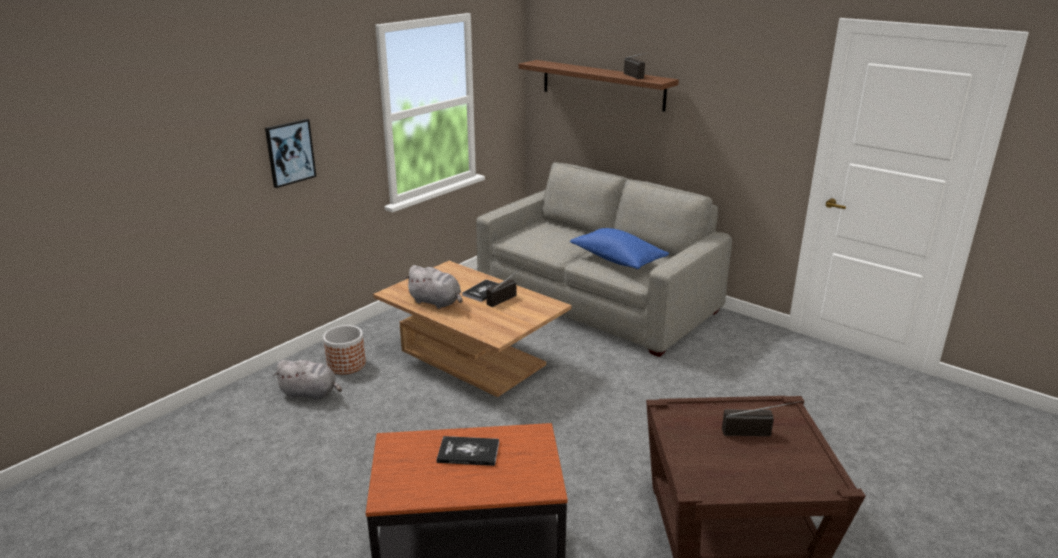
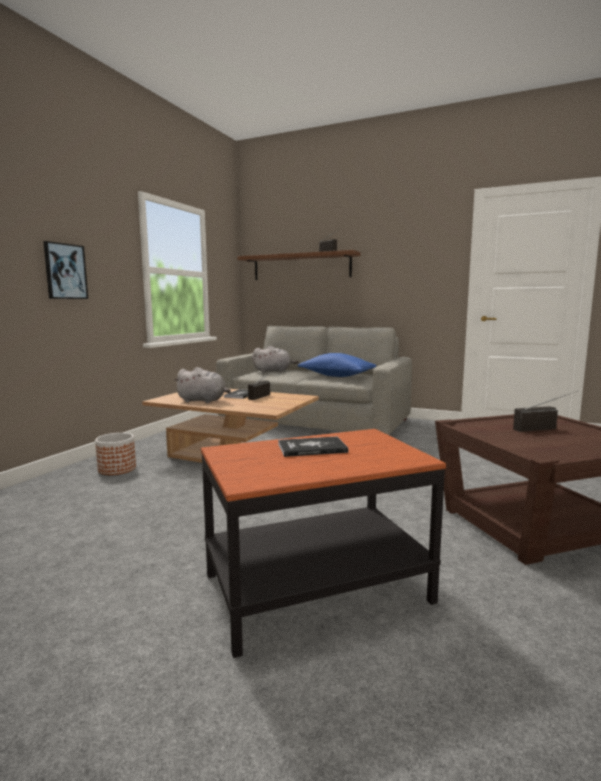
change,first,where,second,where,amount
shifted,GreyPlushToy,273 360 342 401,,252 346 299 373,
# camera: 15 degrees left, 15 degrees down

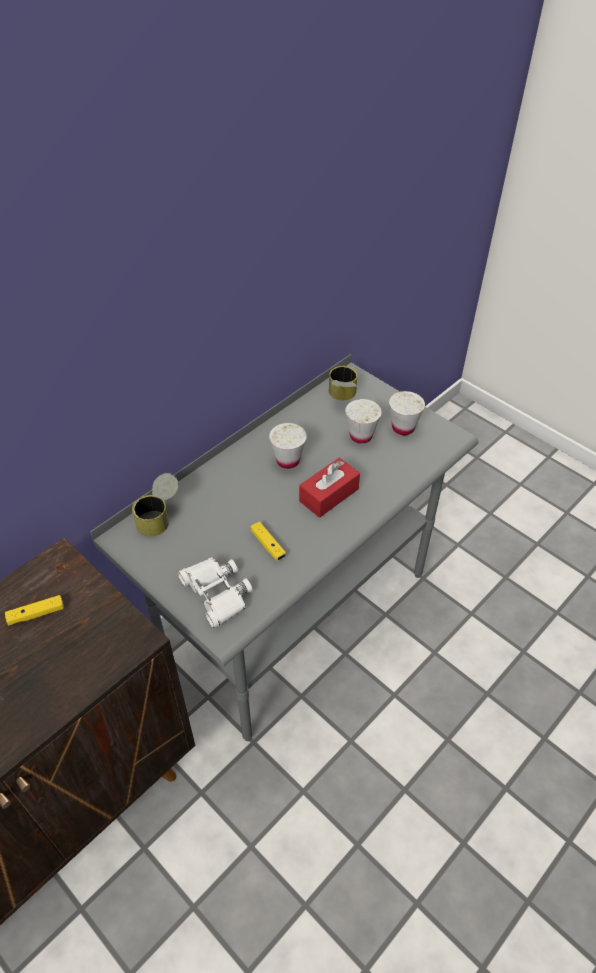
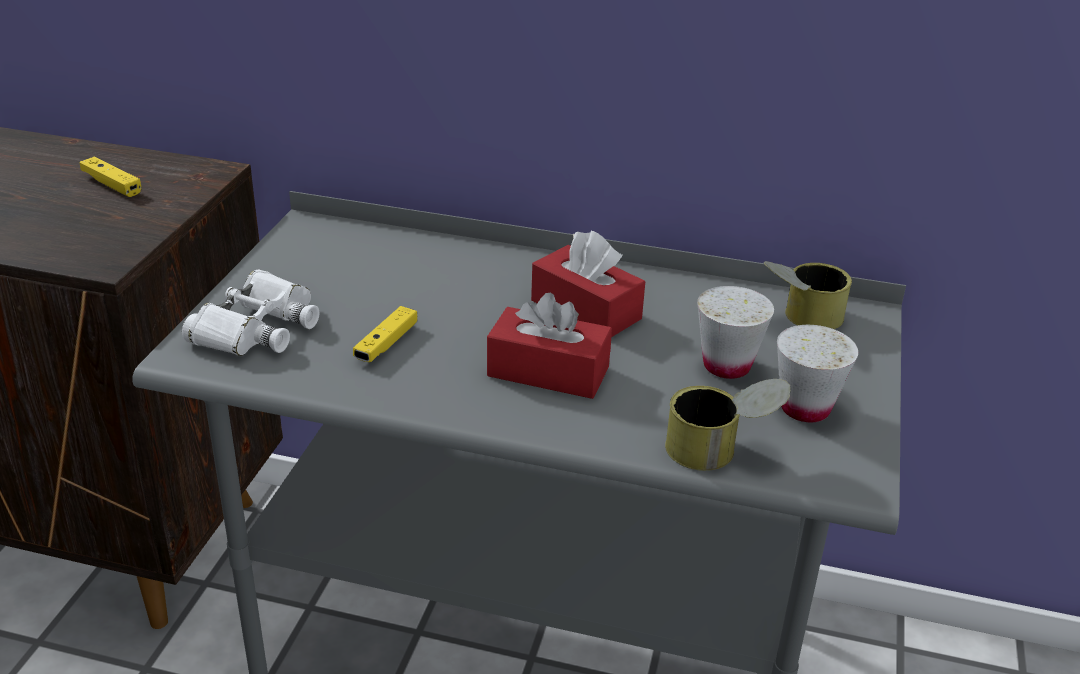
change,first,where,second,where,amount
shifted,Can,132 473 178 537,,665 379 790 471,
swapped,WhiteCup,269 423 307 469,RedTissueBox,531 231 645 337,
# camera: 60 degrees right, 15 degrees down

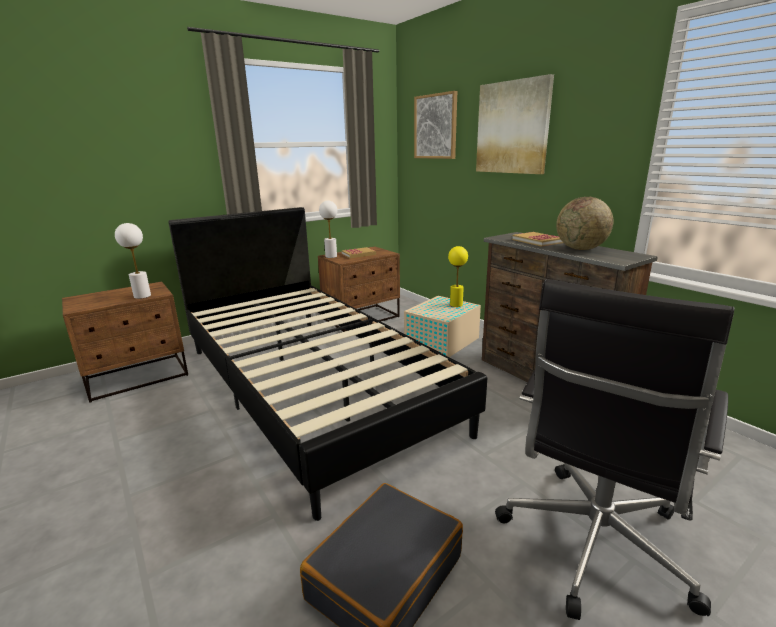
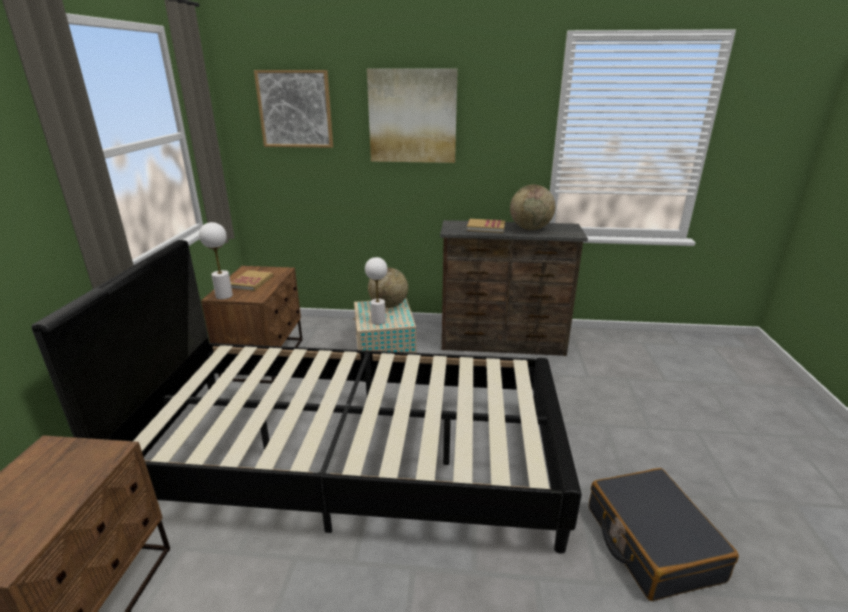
change,first,where,second,where,amount
shifted,WhiteTableLamp,115 223 151 299,,365 257 388 325,
swapped,YellowTableLamp,448 246 468 307,Globe,368 268 408 308,
gone,BlackOfficeChair,495 279 734 620,,,
# camera: 50 degrees left, 5 degrees up

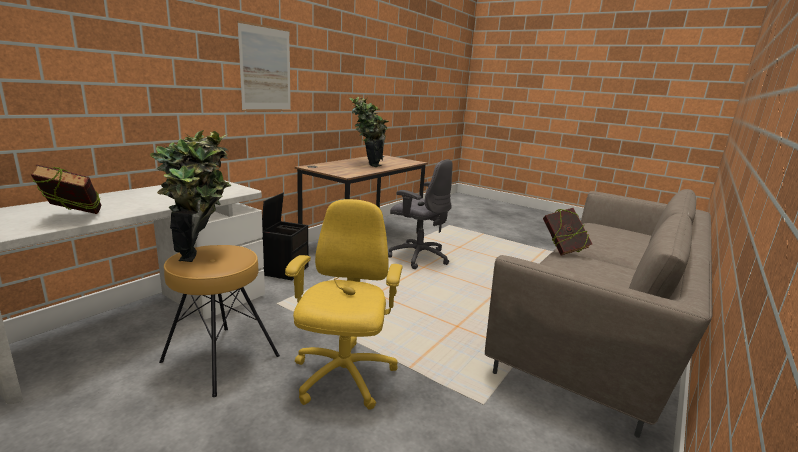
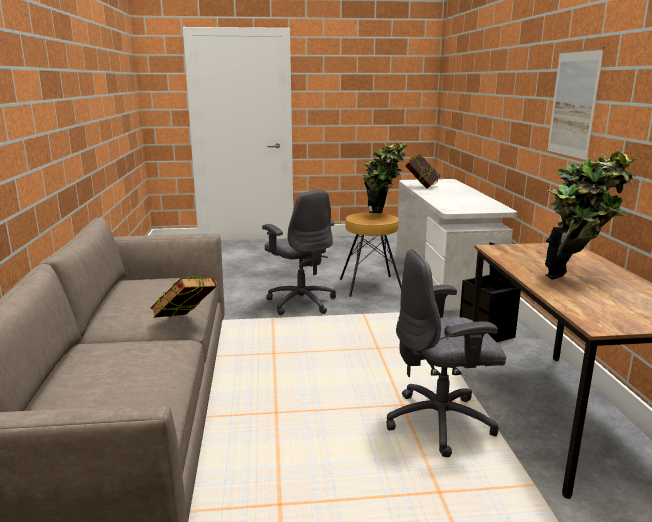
change,first,where,second,where,amount
repainted,YellowOfficeChair,285 199 403 410,GreyOfficeChair,262 190 336 315,
# camera: 140 degrees right, 0 degrees up

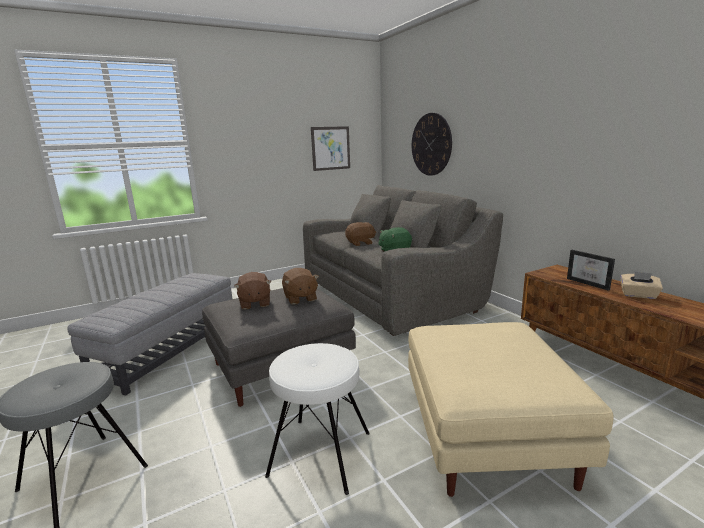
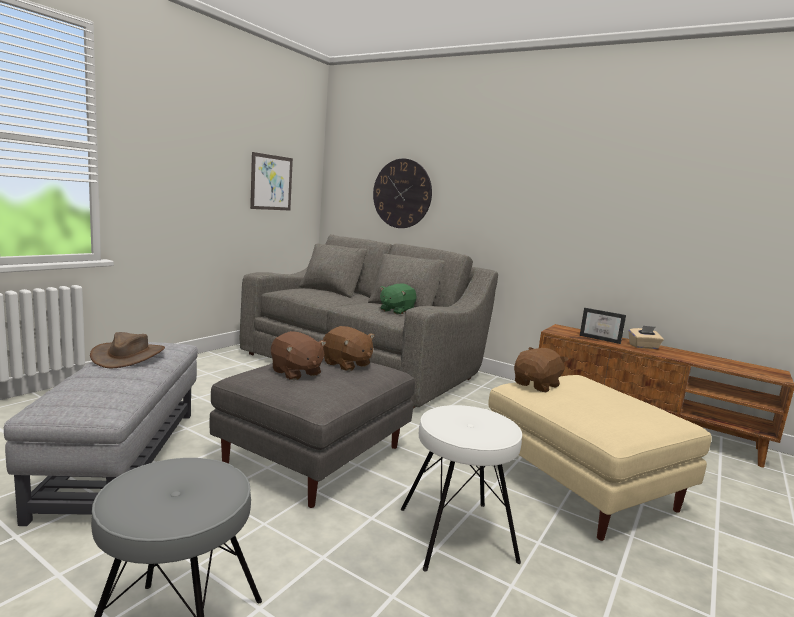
change,first,where,second,where,amount
shifted,BrownPlushToy,345 222 376 246,,514 347 568 392,
new,,,BrownHat,90 332 165 368,
# camera: 30 degrees left, 5 degrees down

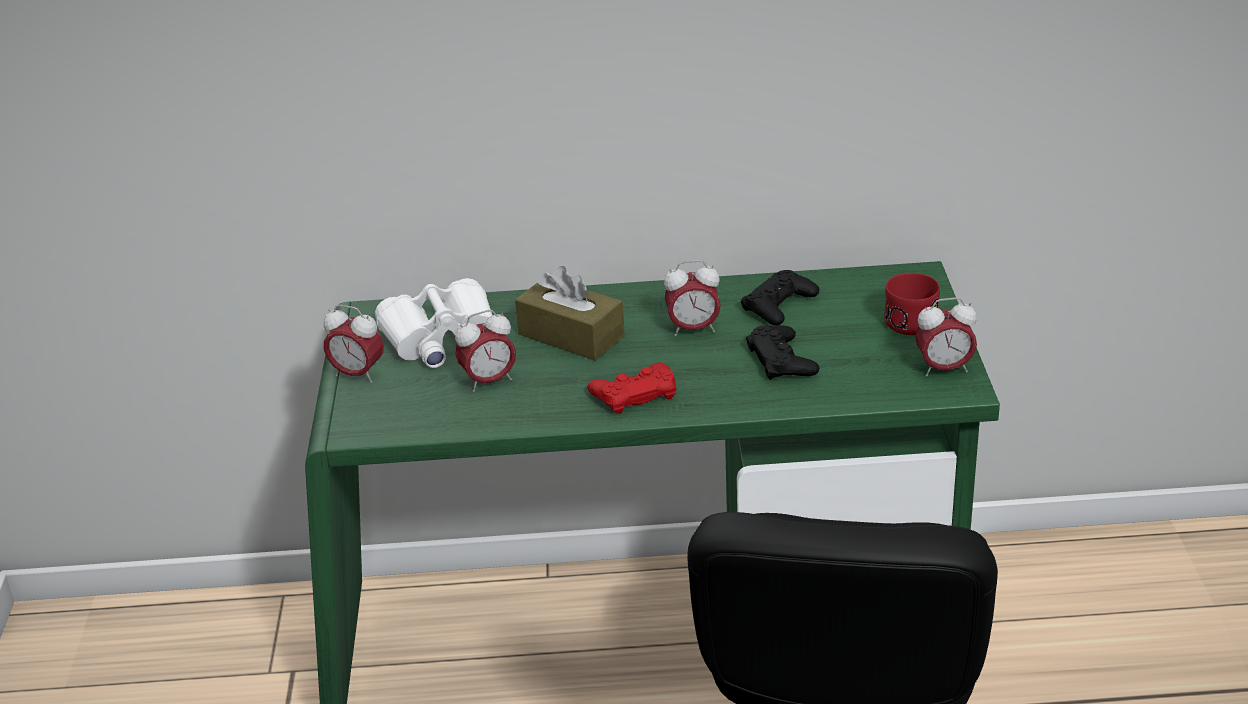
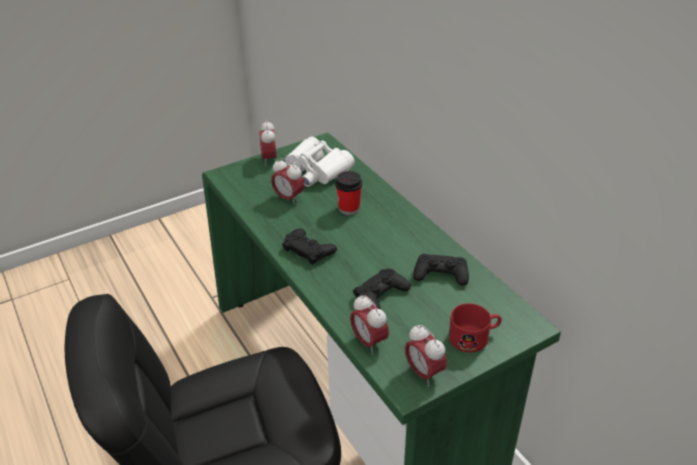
change,first,where,second,where,amount
swapped,BrownTissueBox,515 266 625 361,Cup,335 171 362 215,
repainted,RedGameController,587 362 677 414,BlackGameController,282 228 337 265,
shifted,AlarmClock,664 260 721 336,,350 294 389 354,
# camera: 60 degrees right, 5 degrees up

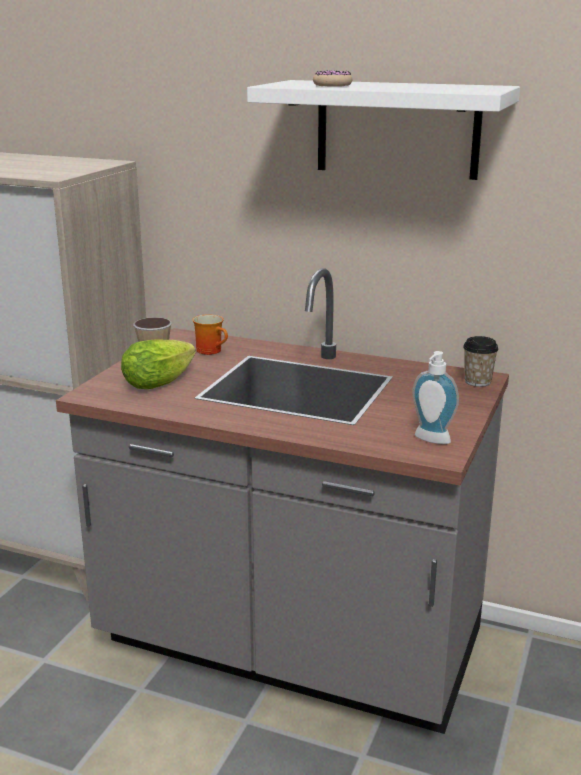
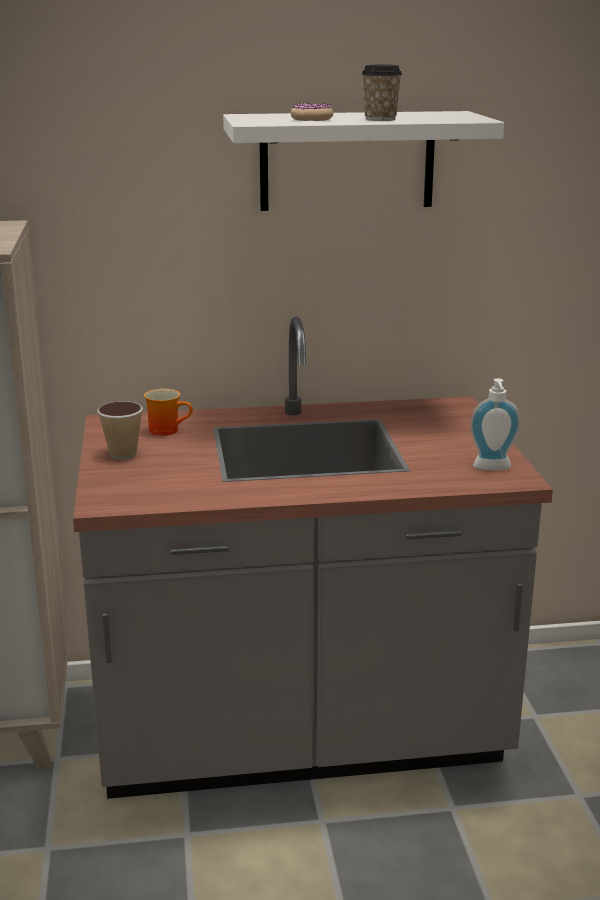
change,first,where,second,where,amount
gone,Lettuce,121 339 196 389,,,
shifted,Cup,463 336 498 387,,362 64 402 121,
# camera: 30 degrees left, 0 degrees up

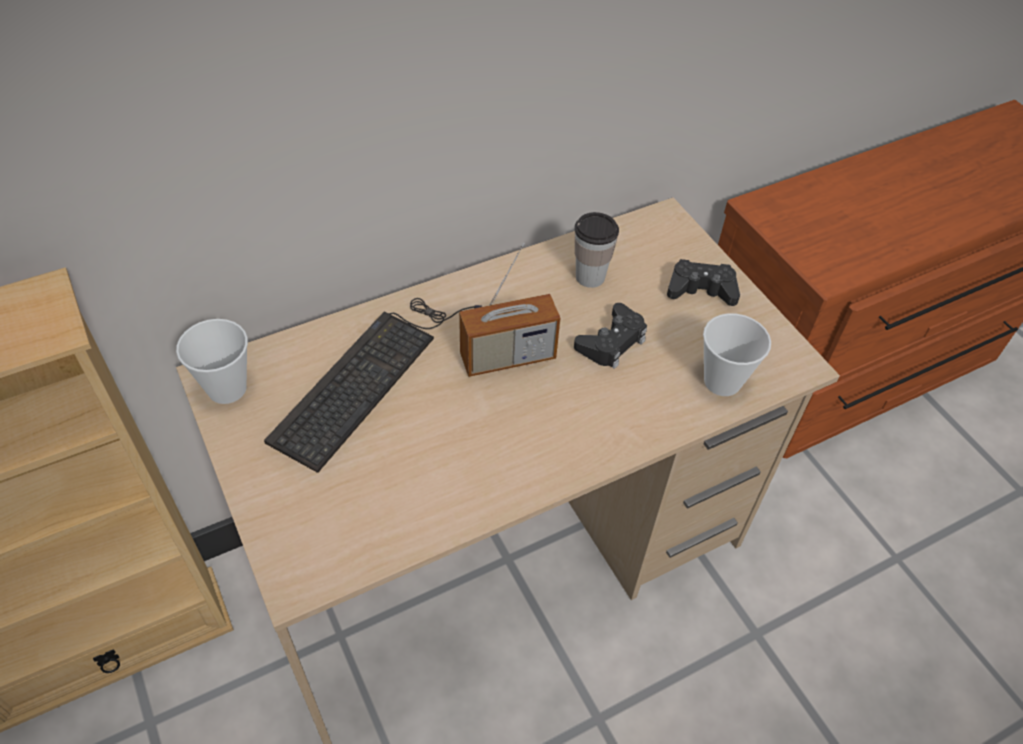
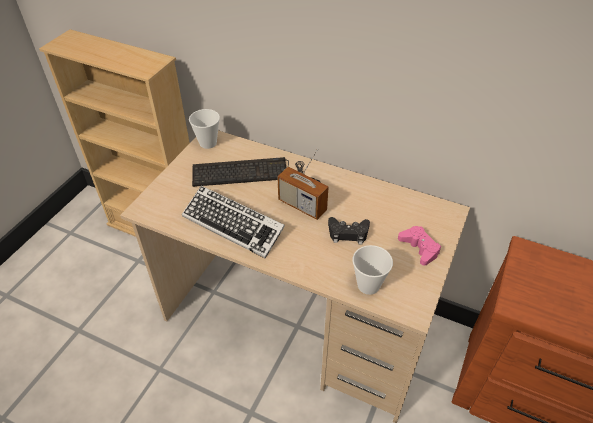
change,first,where,second,where,amount
gone,Cup,575 212 619 288,,,
repainted,BlackGameController,667 259 740 306,PinkGameController,398 226 441 266,
new,,,Keyboard,182 186 285 258,
# camera: 55 degrees right, 5 degrees down

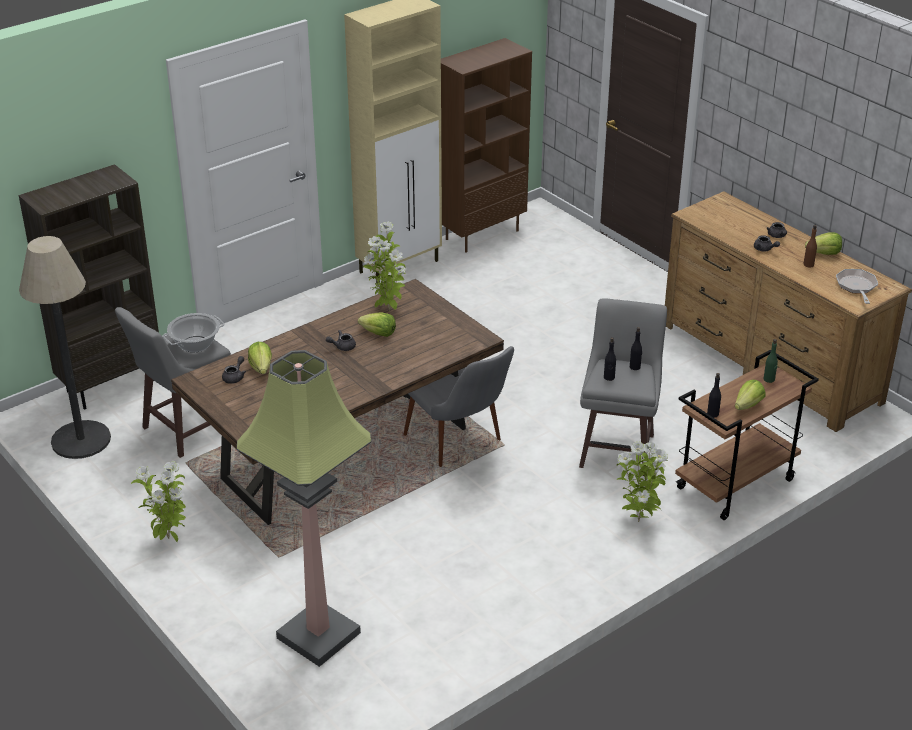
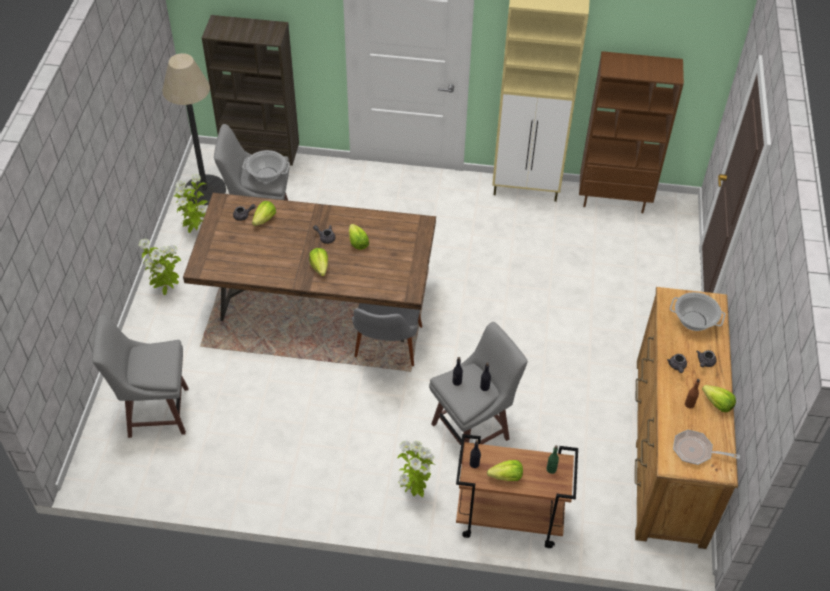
change,first,where,second,where,amount
swapped,FloorLamp,237 350 371 667,GreyStool,92 315 189 438,
shifted,PottedPlant,363 222 406 311,,174 174 208 233,
rotated,FryingPan,836 269 878 304,,673 430 740 465,120 degrees counterclockwise
new,,,Lettuce,309 248 328 276,
new,,,CookingPot,670 292 725 331,
# camera: 45 degrees right, 15 degrees up

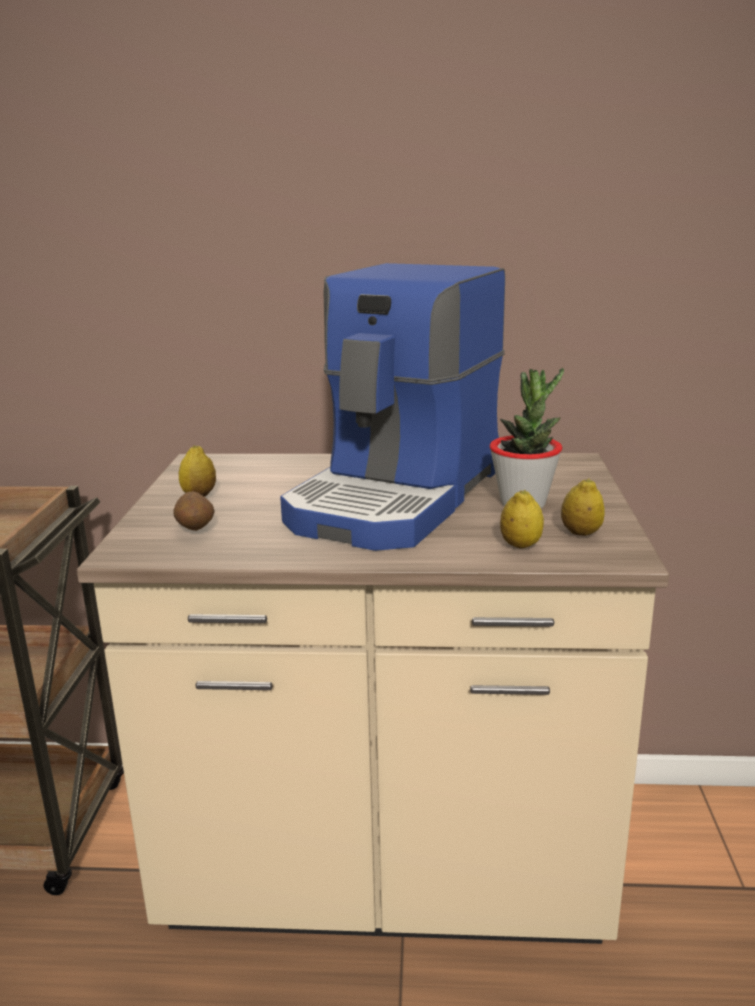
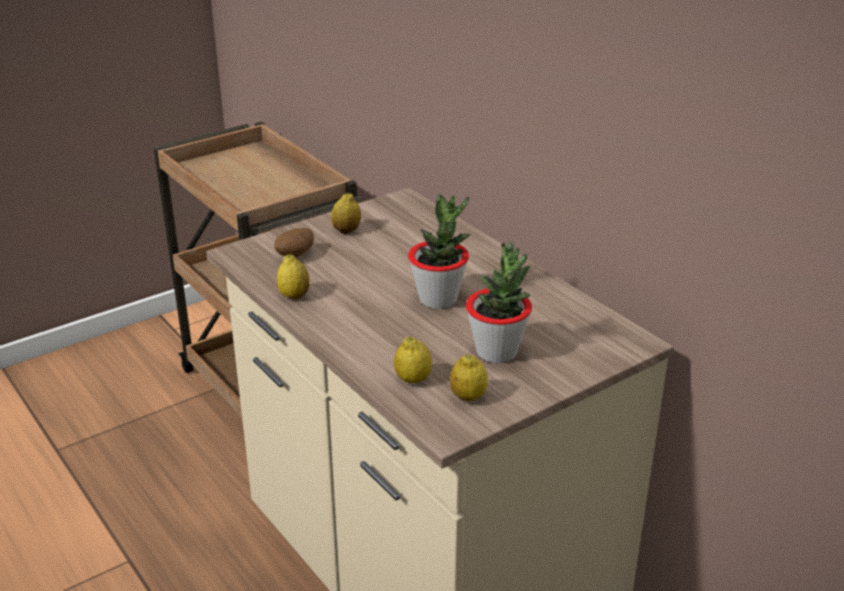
change,first,where,second,where,amount
swapped,CoffeeMachine,280 263 505 551,PottedPlant,408 194 470 309,
new,,,Lemon,277 255 309 299,
# camera: 50 degrees right, 10 degrees up

